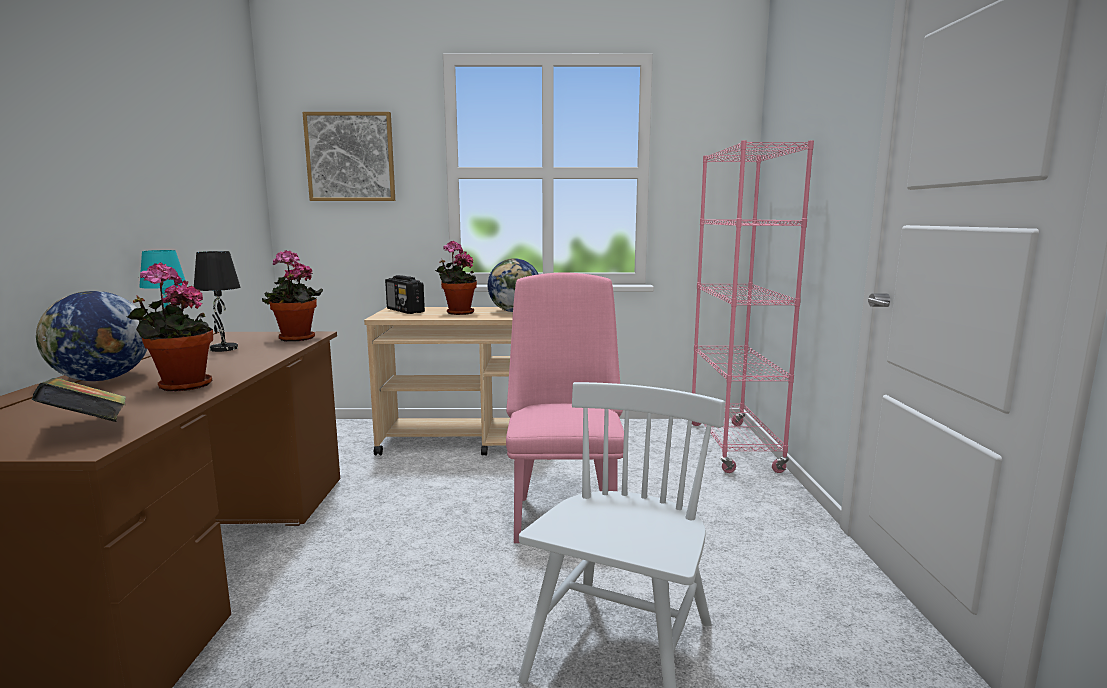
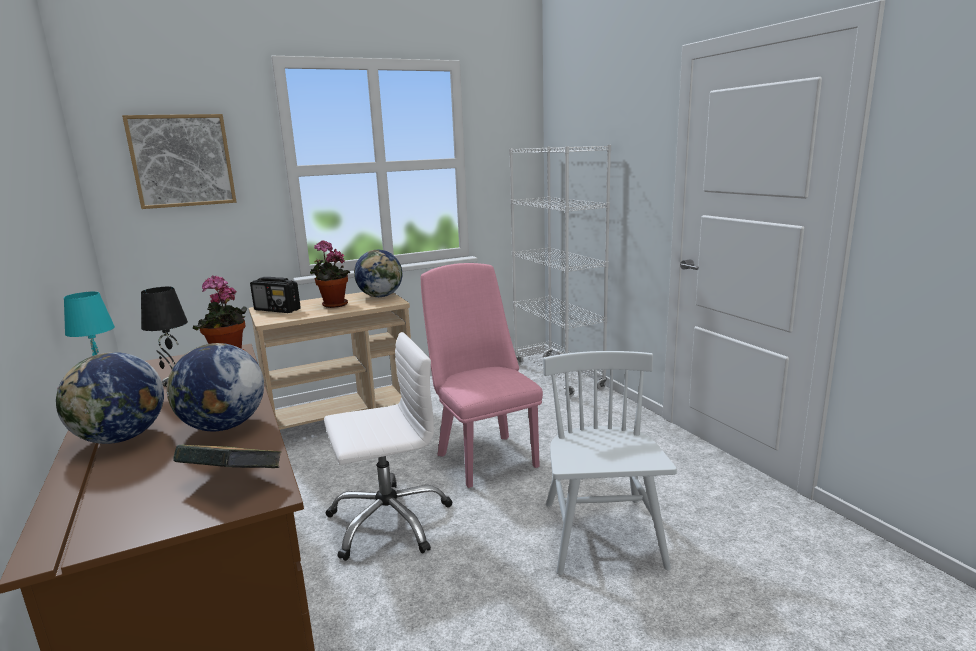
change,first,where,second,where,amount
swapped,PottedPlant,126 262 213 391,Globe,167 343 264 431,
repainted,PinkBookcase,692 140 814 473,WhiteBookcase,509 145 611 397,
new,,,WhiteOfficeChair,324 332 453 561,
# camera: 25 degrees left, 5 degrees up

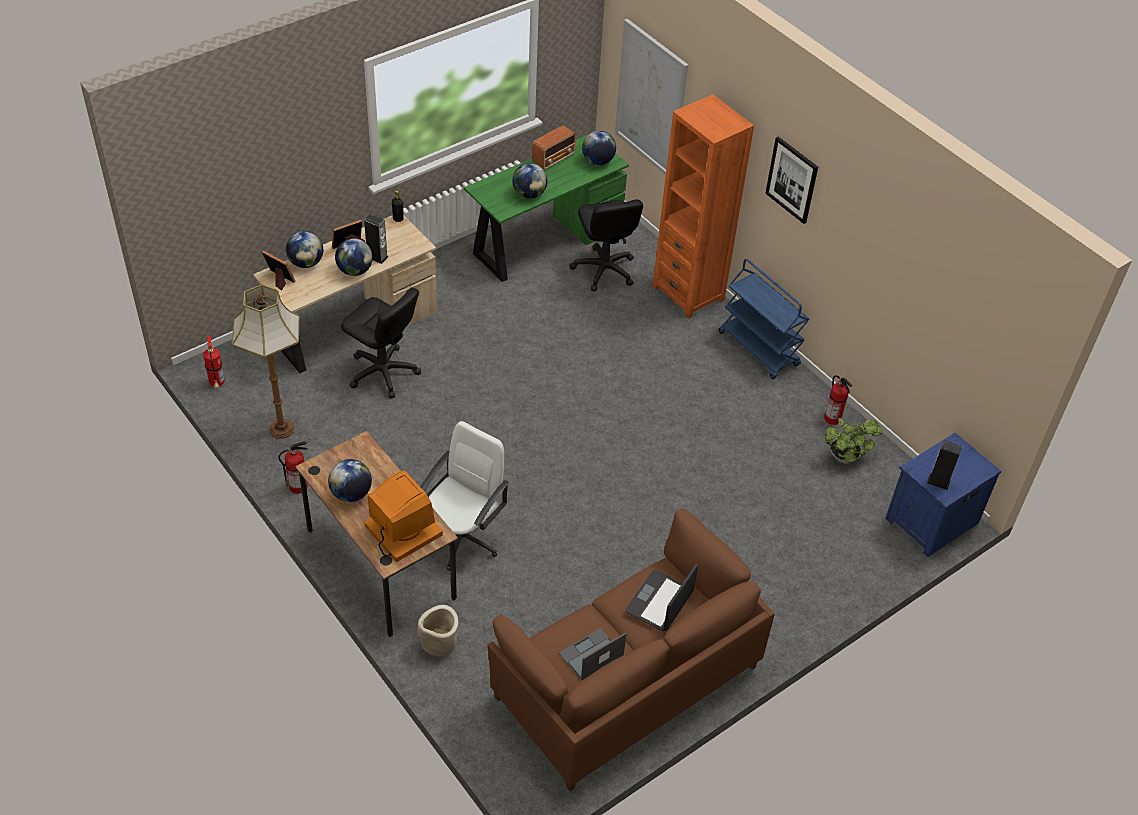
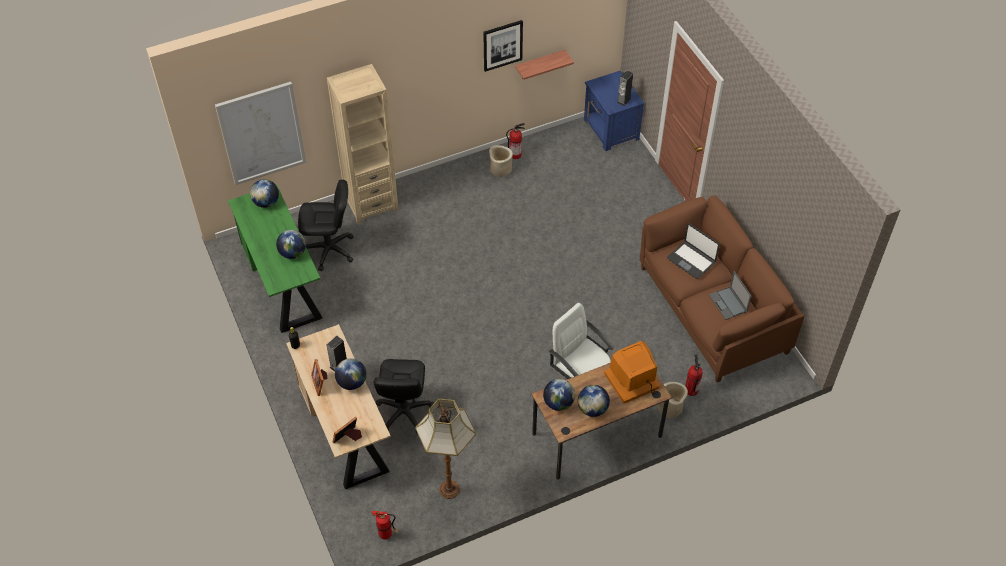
change,first,where,second,where,amount
shifted,FireExtinguisher,278 441 308 494,,685 355 703 396,
shifted,Globe,286 231 323 268,,543 379 575 411,
rotated,BlackOfficeChair,341 288 421 399,,374 359 434 434,135 degrees clockwise
gone,Radio,532 125 576 170,,,
repainted,OrangeBookcase,653 94 754 319,BeigeBookcase,327 64 399 224,
gone,BlueCart,719 259 810 379,,,
shifted,Picture,765 137 818 224,,483 20 523 72,
gone,PottedPlant,825 418 882 463,,,
new,,,BeigePlanter,489 145 513 177,
new,,,Shelf,515 50 574 80,
# camera: 75 degrees left, 5 degrees up

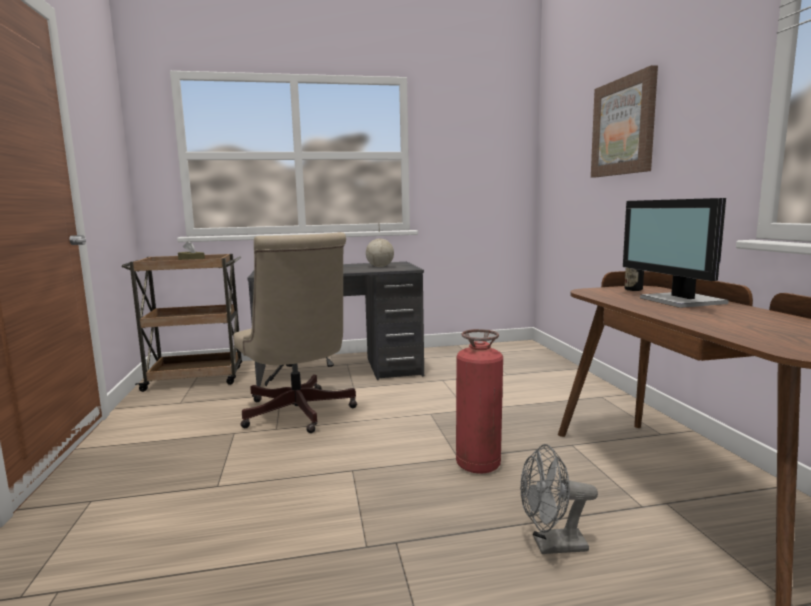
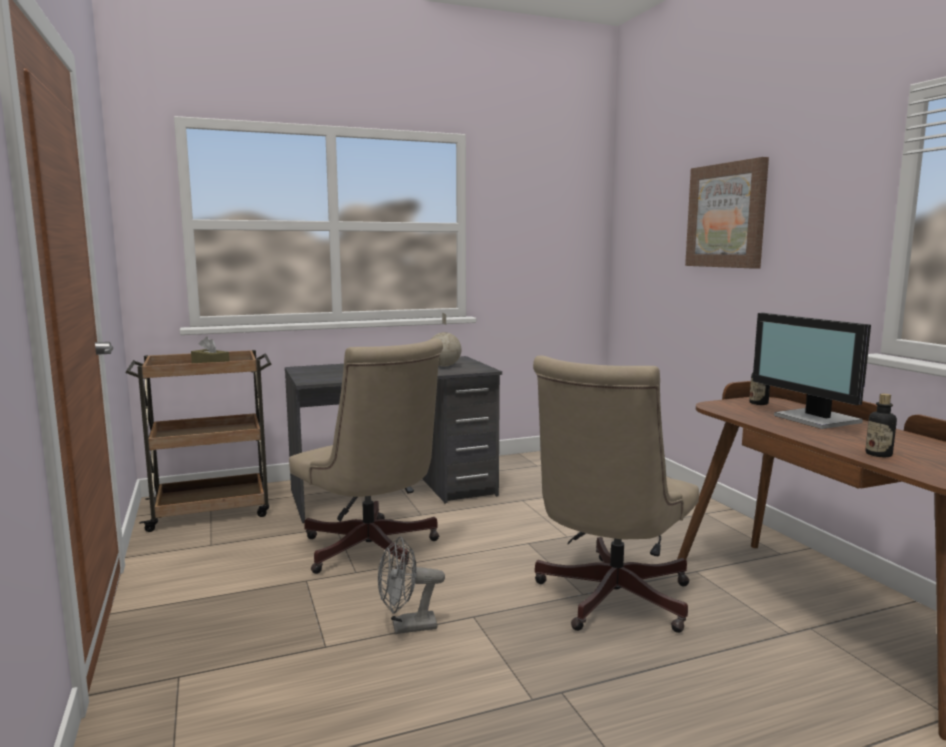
change,first,where,second,where,amount
swapped,FireExtinguisher,456 329 503 474,BeigeOfficeChair,533 355 699 633,
shifted,GreyFan,520 444 598 554,,378 536 445 634,
new,,,Bottle,866 394 897 457,
# camera: 10 degrees left, 0 degrees up

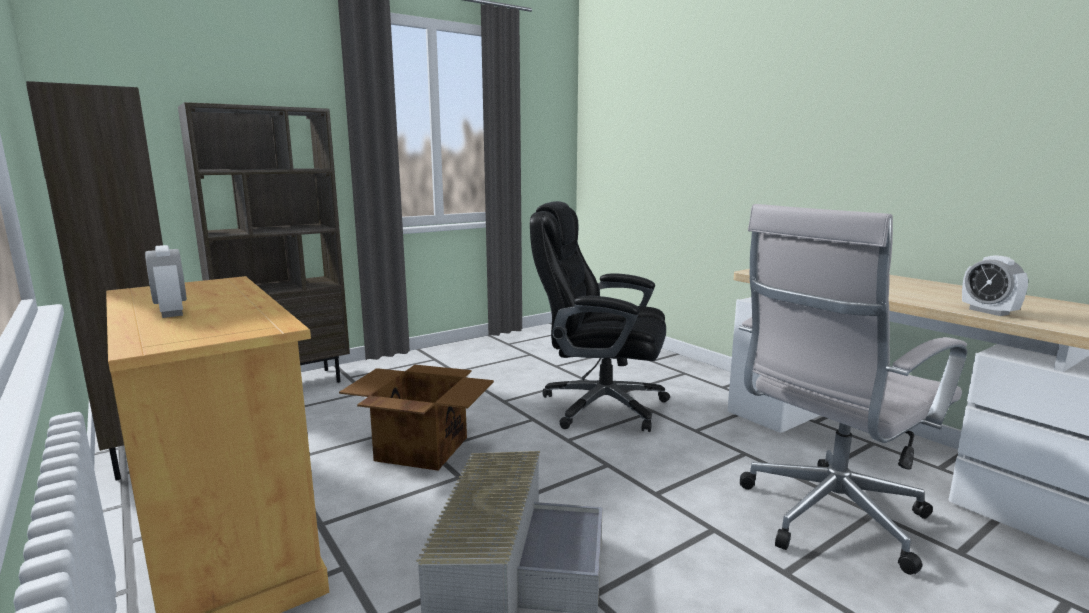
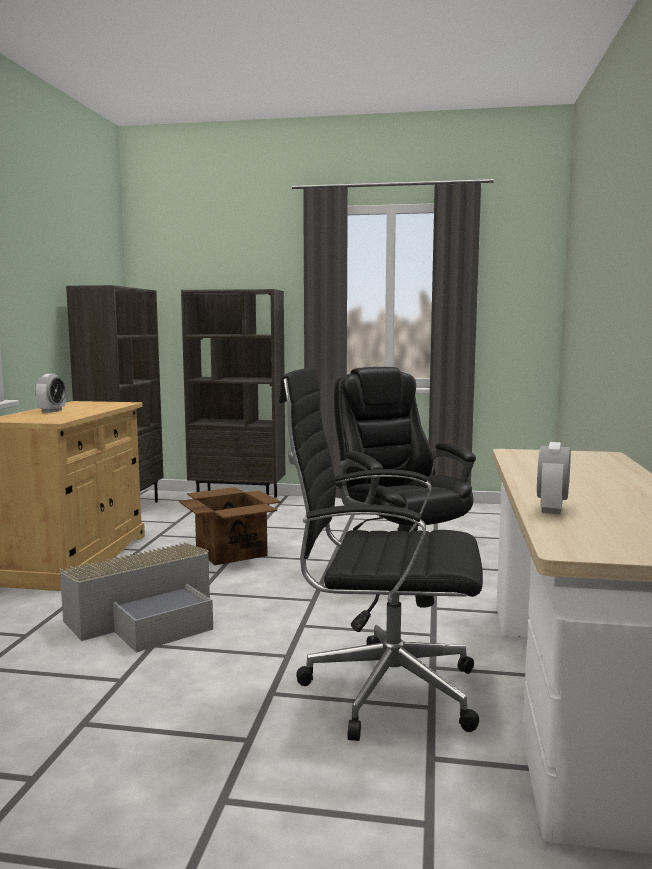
change,first,where,second,where,amount
repainted,WhiteOfficeChair,739 204 967 575,BlackOfficeChair,279 367 483 741,
# camera: 45 degrees right, 5 degrees down

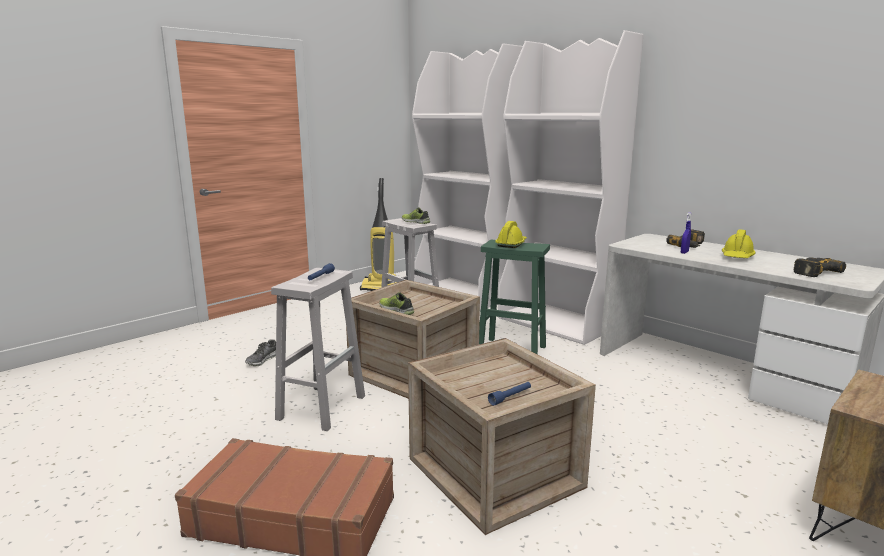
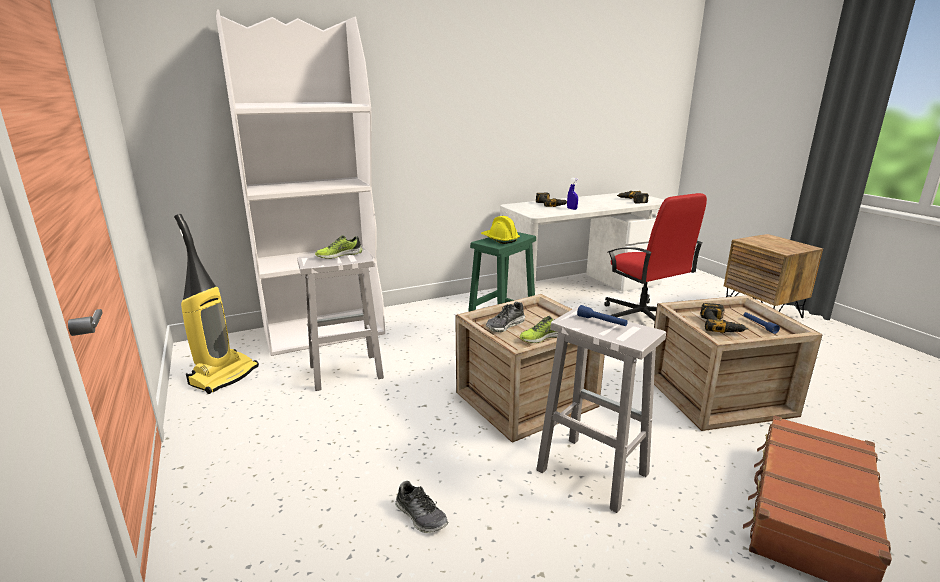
change,first,where,second,where,amount
gone,WhiteBookcase,498 30 643 345,,,
gone,YellowHardHat,722 229 756 258,,,
new,,,Shoe,486 302 525 332,
new,,,RedOfficeChair,604 193 707 321,
new,,,PowerDrill,700 303 748 333,
# camera: 70 degrees left, 5 degrees up

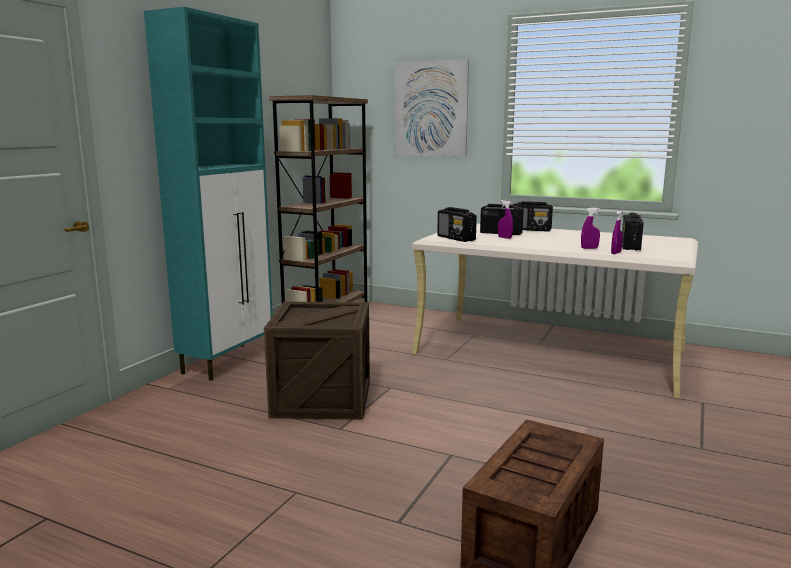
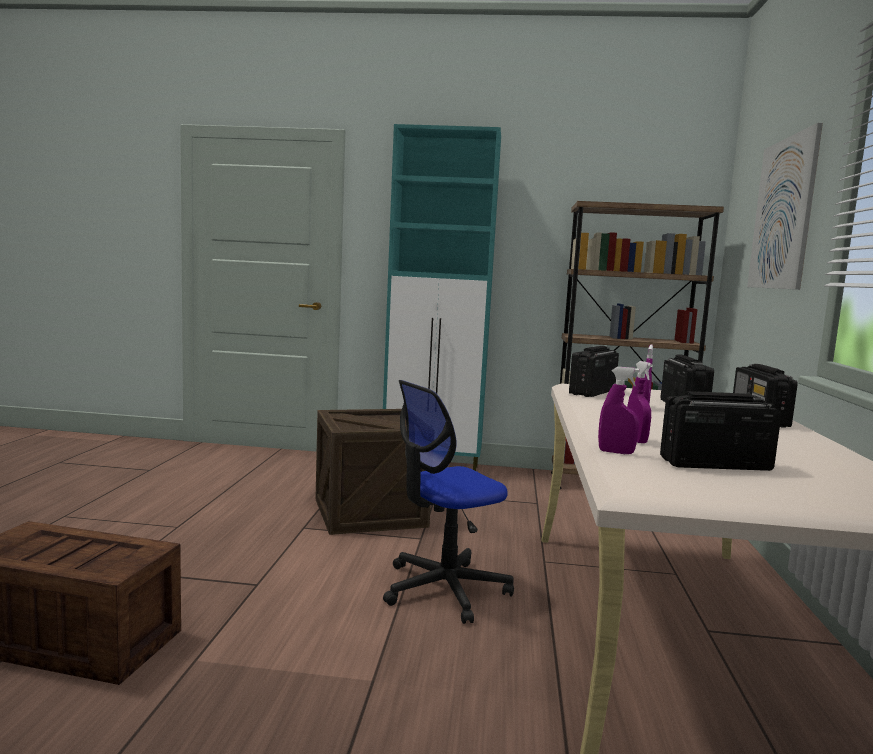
change,first,where,second,where,amount
new,,,OfficeChair,383 380 514 624,
# camera: 70 degrees right, 5 degrees down

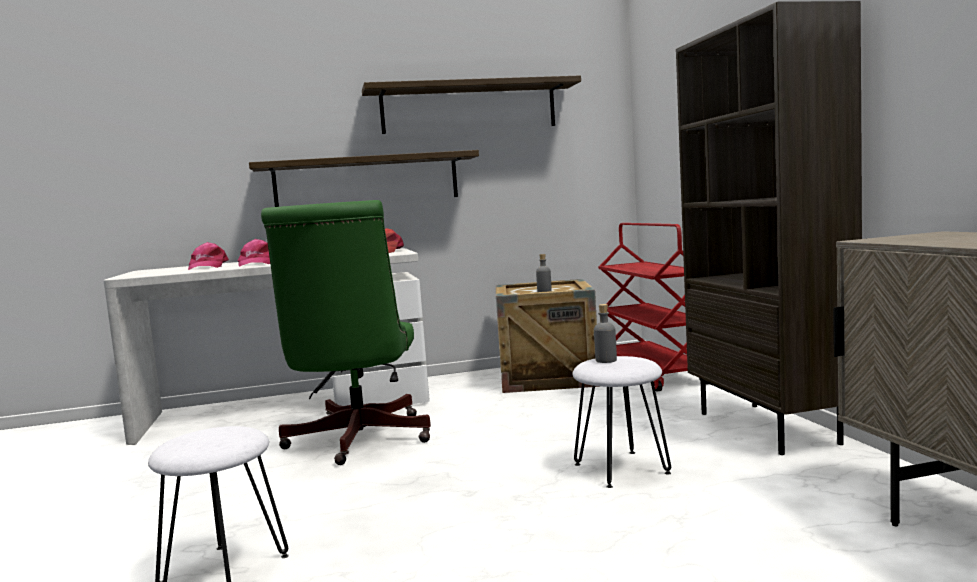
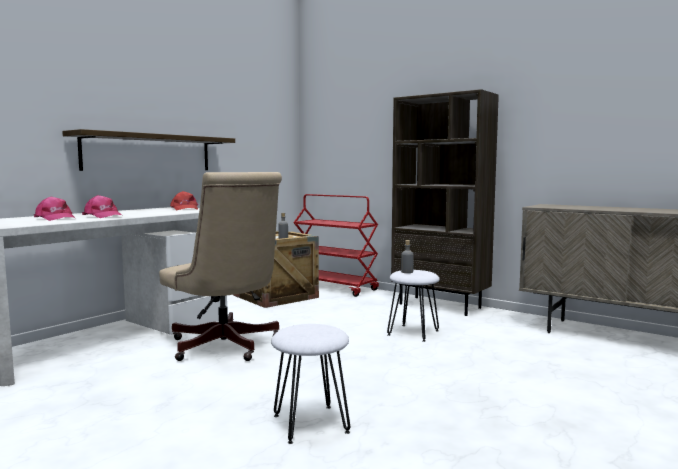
change,first,where,second,where,amount
repainted,GreenOfficeChair,261 200 431 465,BeigeOfficeChair,159 172 282 361,
gone,Shelf,362 75 581 134,,,
# camera: 40 degrees left, 0 degrees up

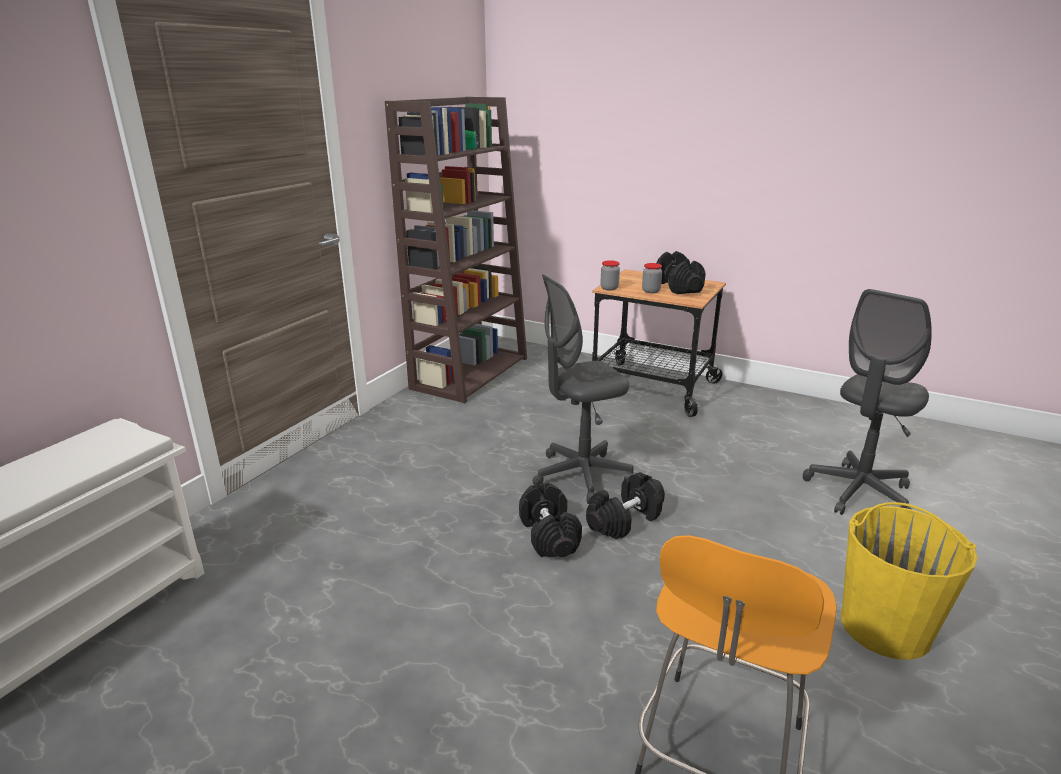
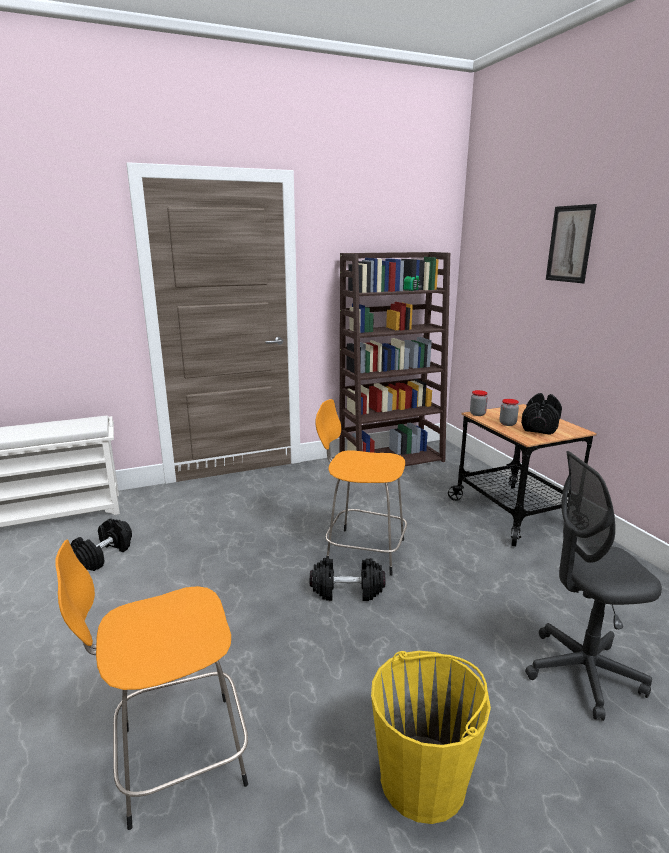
change,first,where,second,where,amount
shifted,BlackDumbbell,519 483 582 557,,71 518 132 571,
swapped,GreyOfficeChair,533 274 634 504,OrangeStool,315 399 407 576,
new,,,Picture,546 204 597 283,
# camera: 40 degrees right, 5 degrees down

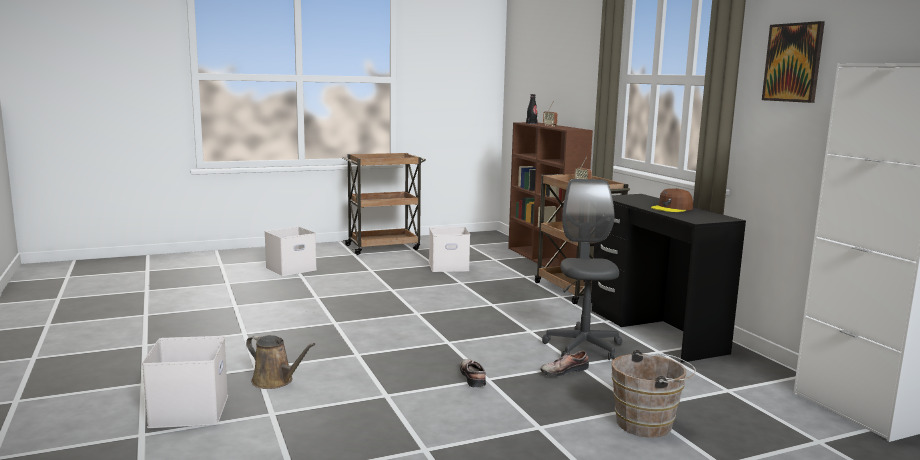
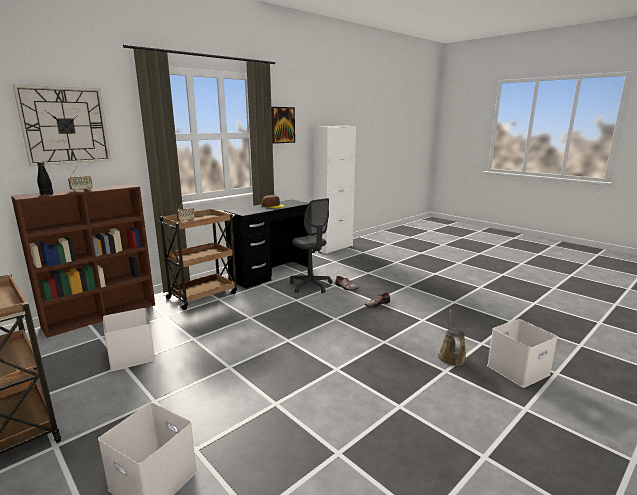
change,first,where,second,where,amount
rotated,GreyOfficeChair,542 179 622 360,,290 198 333 293,105 degrees counterclockwise
gone,BrownBucket,611 350 696 438,,,
new,,,WallClock,13 85 111 166,
# camera: 110 degrees left, 5 degrees up

